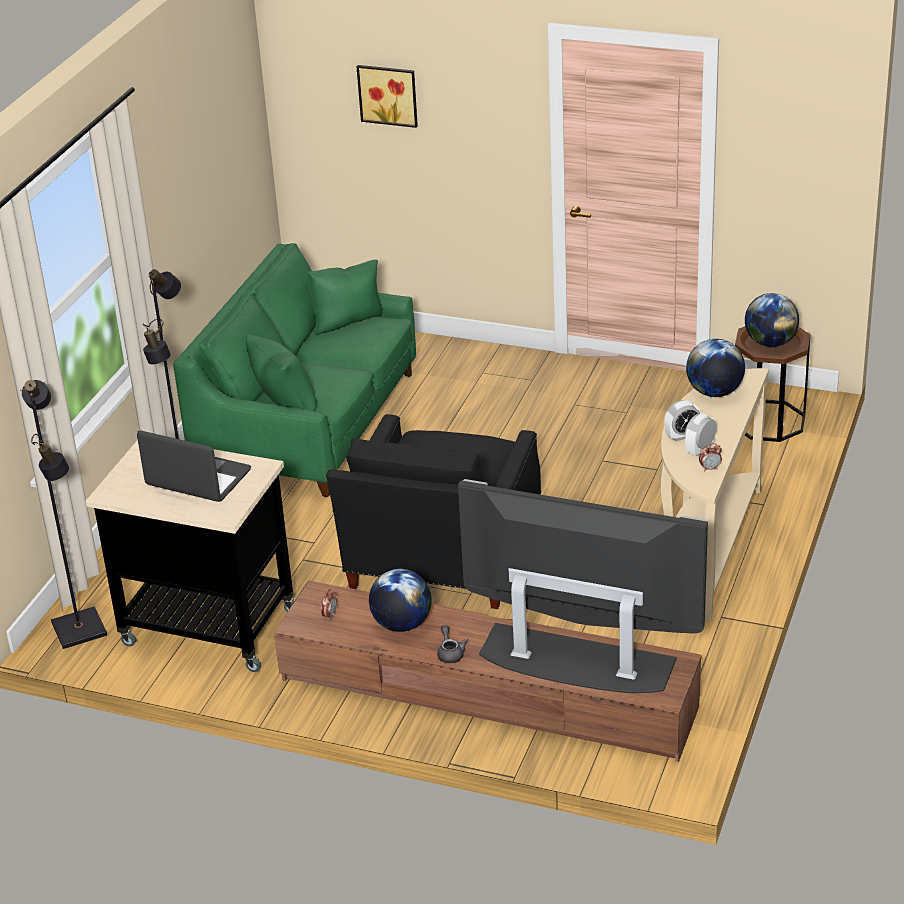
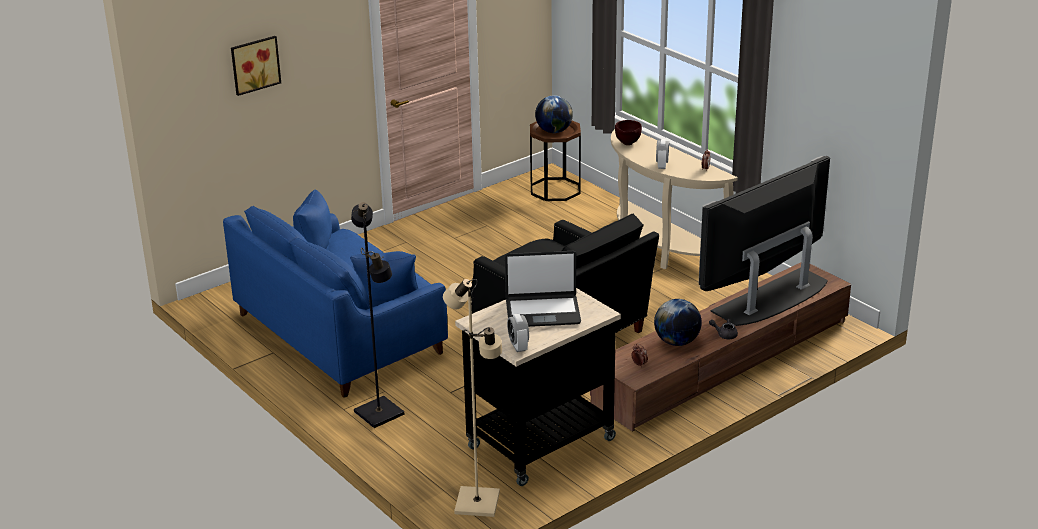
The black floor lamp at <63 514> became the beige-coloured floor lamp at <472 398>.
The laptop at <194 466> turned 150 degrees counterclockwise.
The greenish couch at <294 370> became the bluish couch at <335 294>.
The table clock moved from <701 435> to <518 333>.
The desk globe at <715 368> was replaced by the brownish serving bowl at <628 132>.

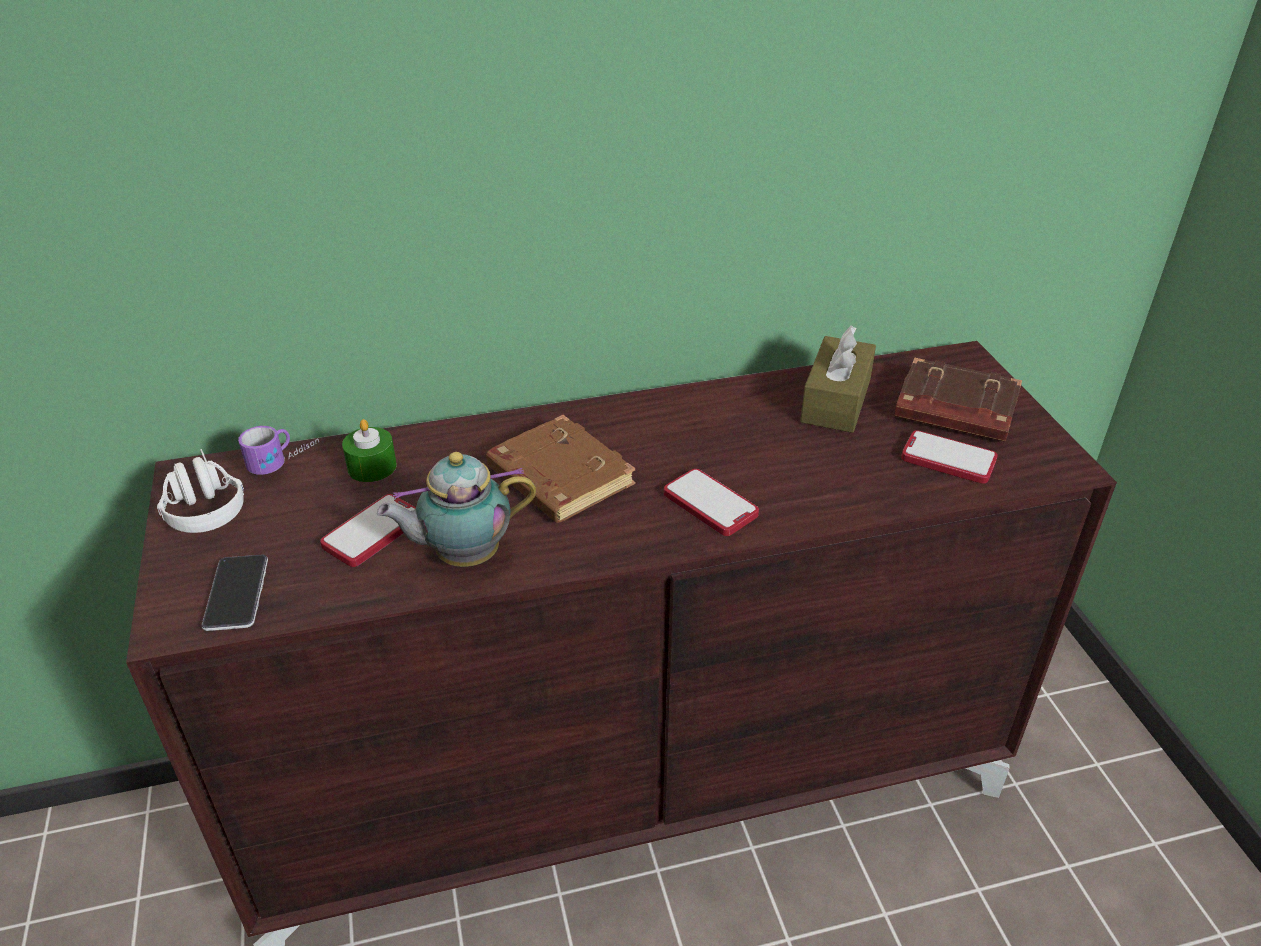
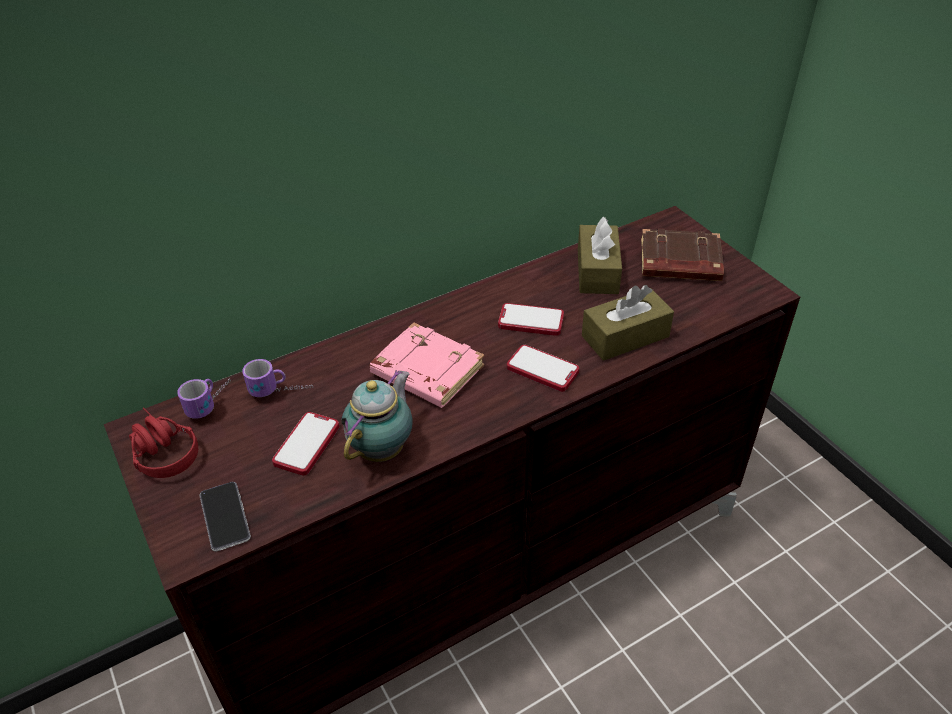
The whitish headset at <200 491> became the red-coloured headset at <163 442>.
The greenish wax candle at <369 450> was replaced by the mug at <277 378>.
The tea pot at <456 509> turned 150 degrees clockwise.
The brownish volume at <560 469> became the pinkish volume at <427 365>.
The phone moved from <949 457> to <531 319>.
The brownish tissue holder at <628 323> appeared.

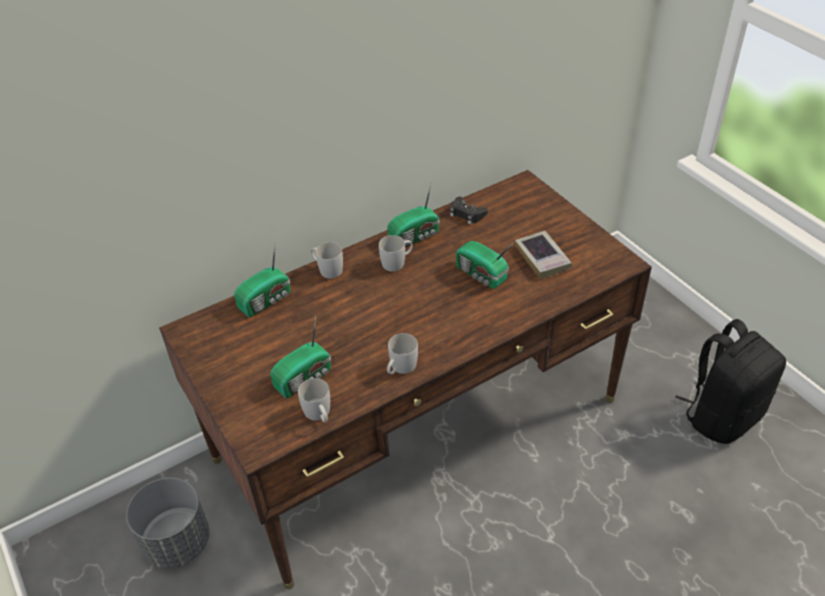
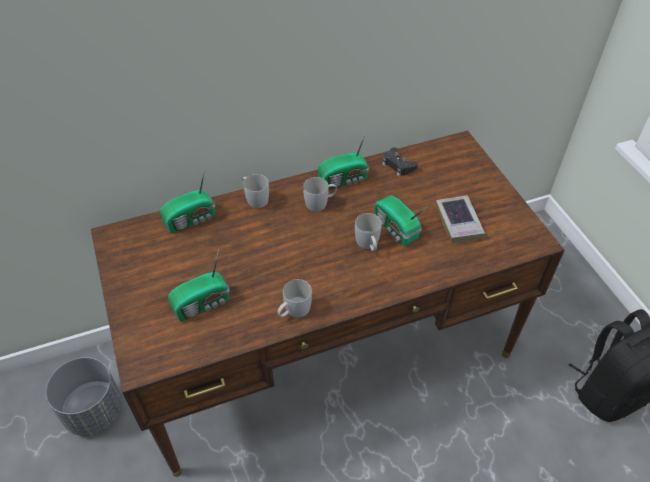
The whitish mug moved from <314 400> to <368 232>.

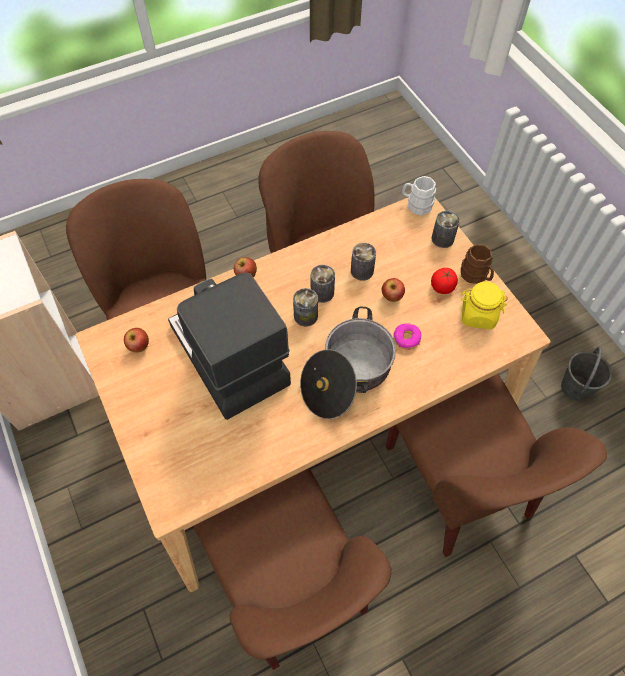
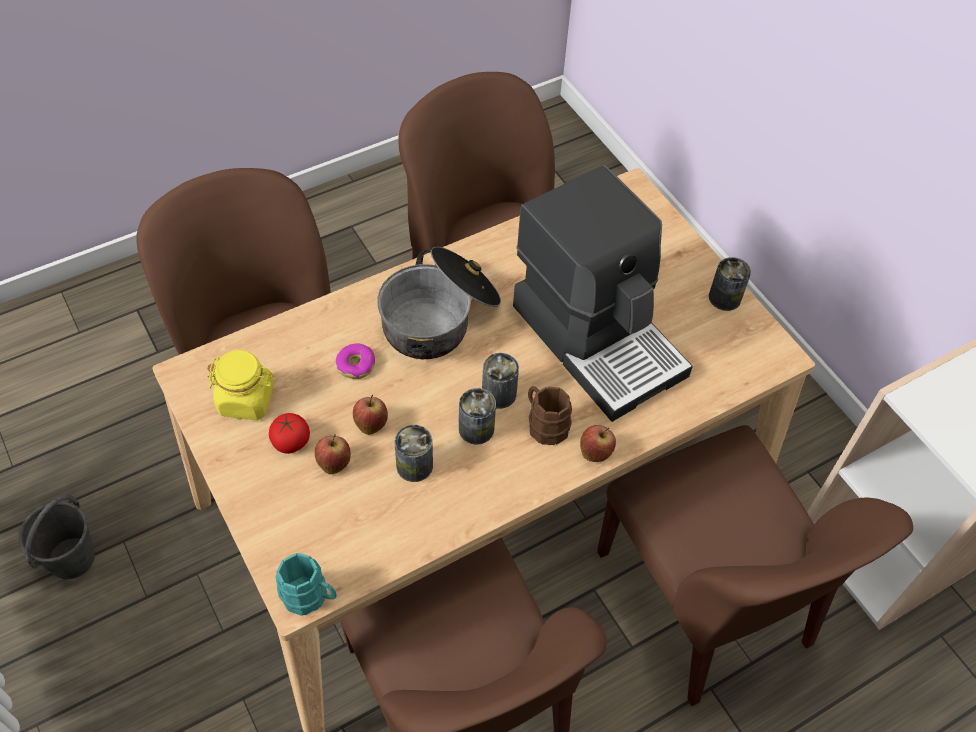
The apple moved from <136 340> to <333 454>.
The whitish mug at <419 196> became the blue-green mug at <306 584>.
The can moved from <446 229> to <730 284>.
The brownish mug moved from <477 264> to <550 415>.

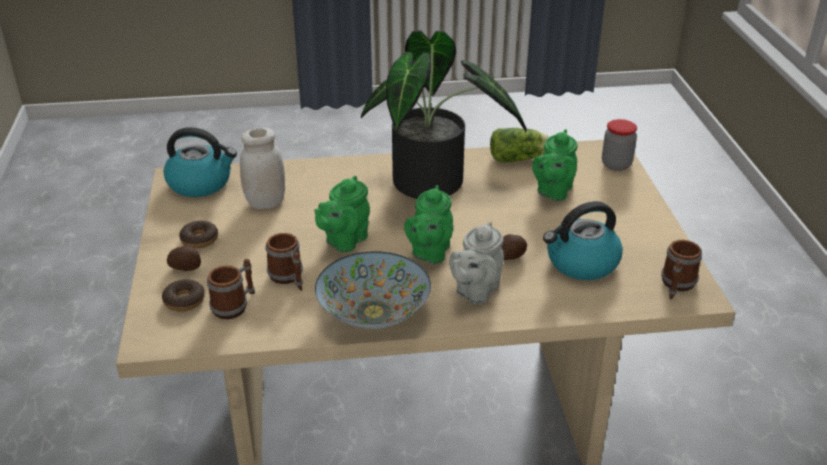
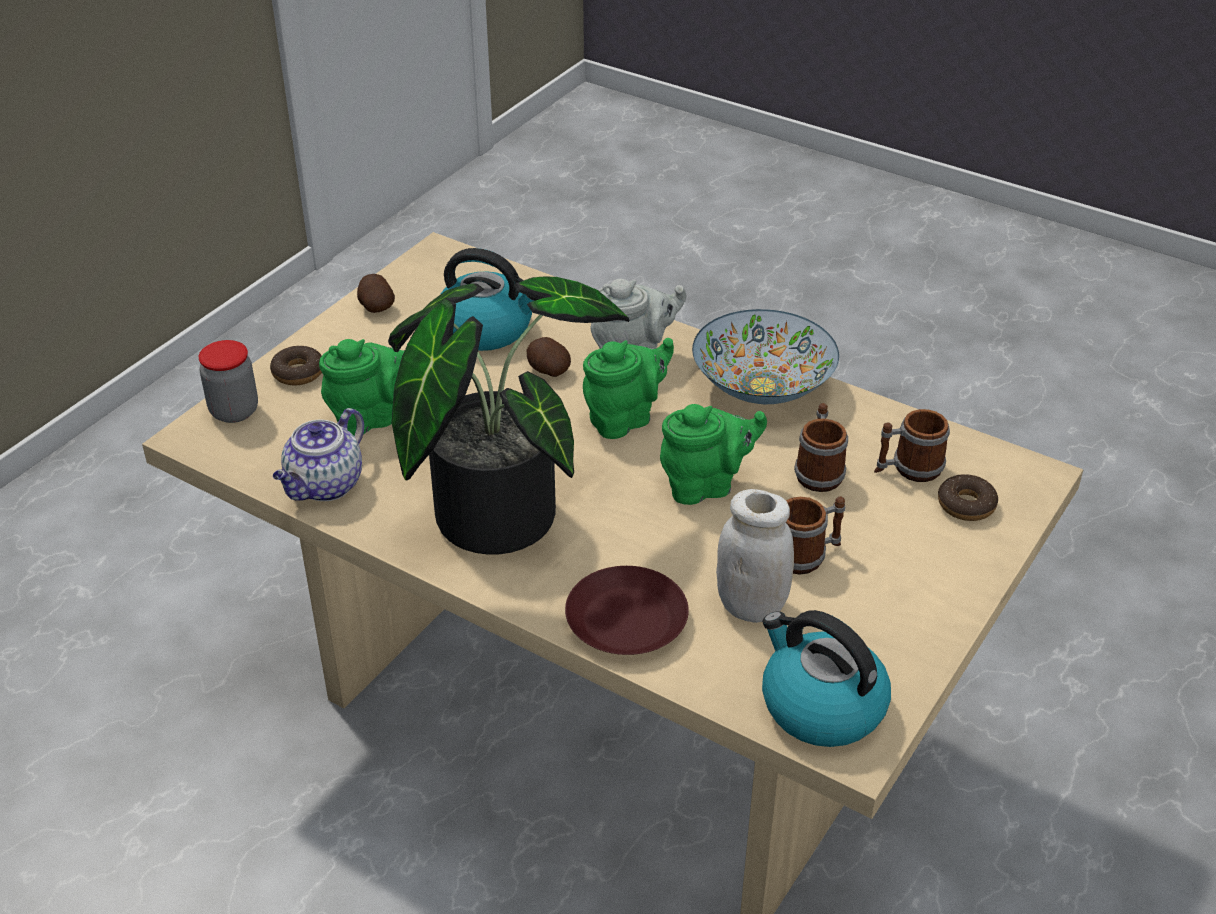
The potato moved from <184 258> to <376 293>.
The donut moved from <198 234> to <296 365>.
The head of lettuce at <519 145> was replaced by the tea pot at <318 454>.
The mug moved from <681 270> to <815 536>.
The brownish dinner plate at <627 610> appeared.

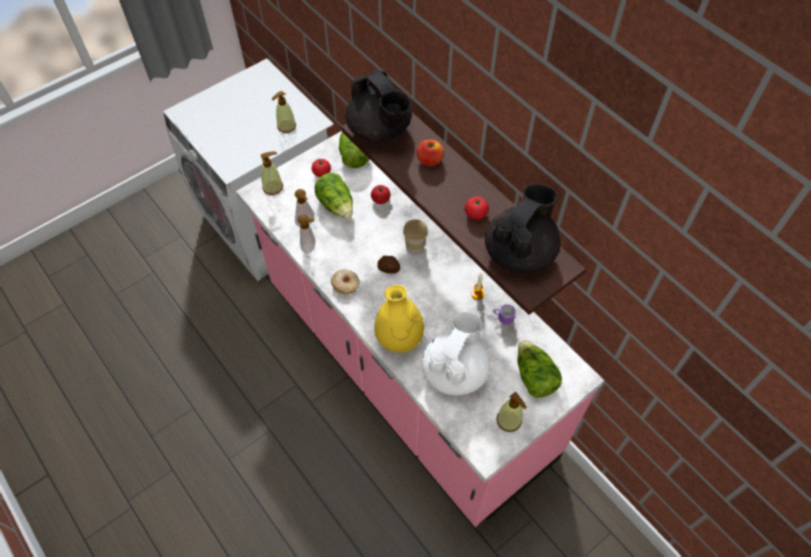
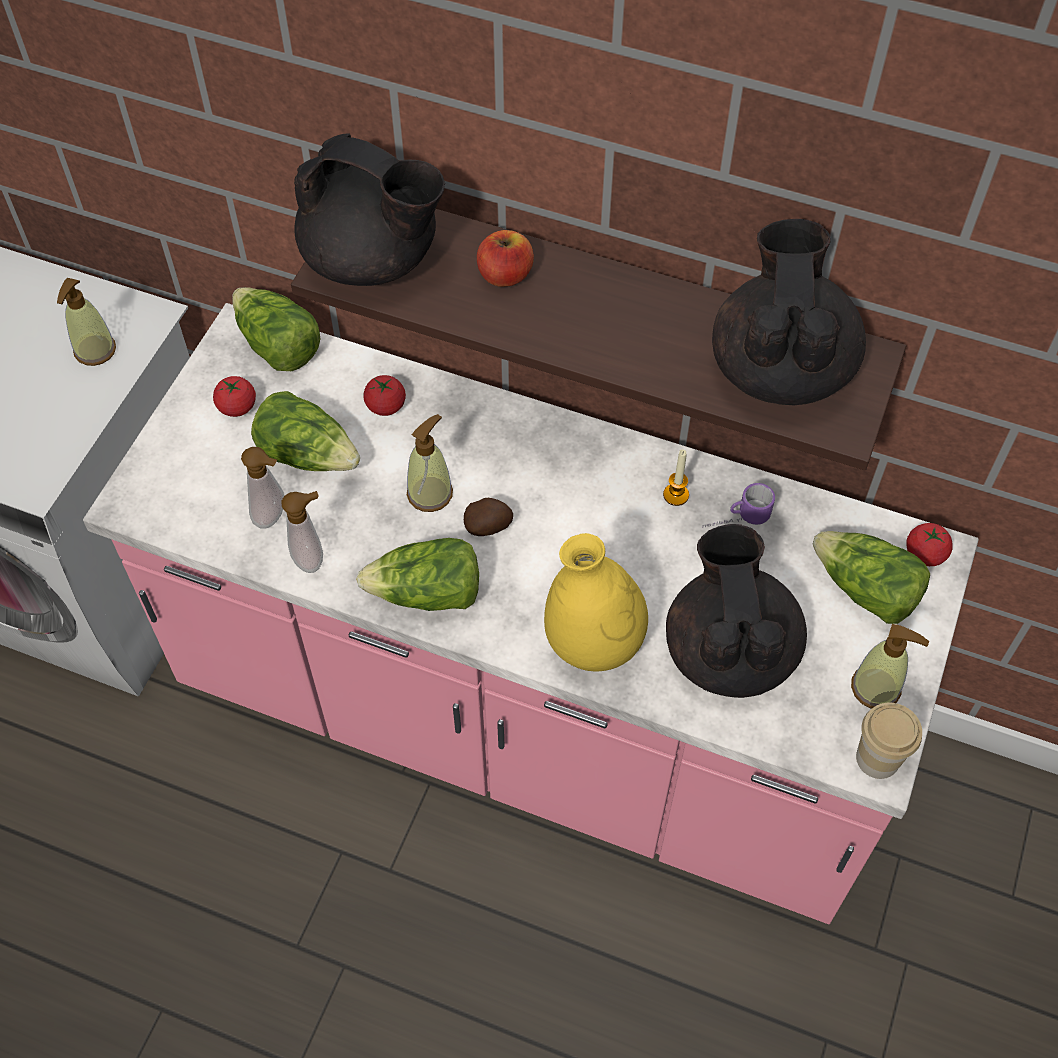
The soap dispenser moved from <272 173> to <430 463>.
The donut at <345 282> was replaced by the head of lettuce at <417 574>.
The drinking cup moved from <415 237> to <889 741>.
The whitish tea pot at <456 353> became the black tea pot at <736 611>.
The whole tomato moved from <477 208> to <930 544>.

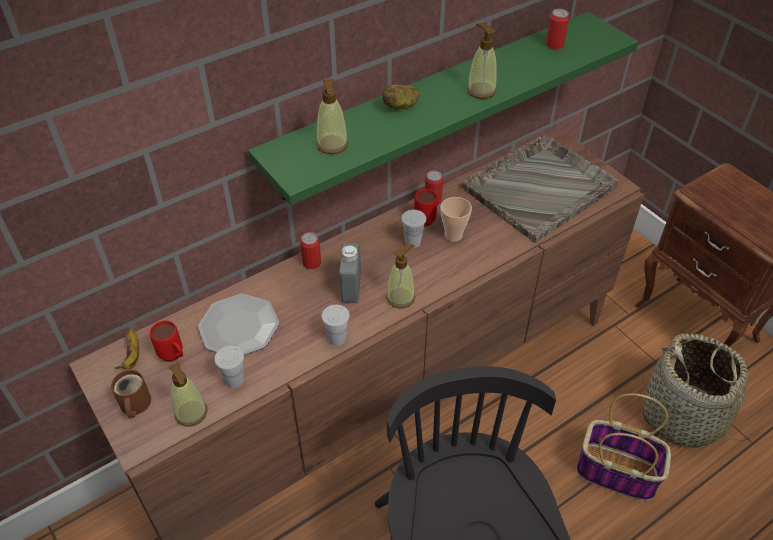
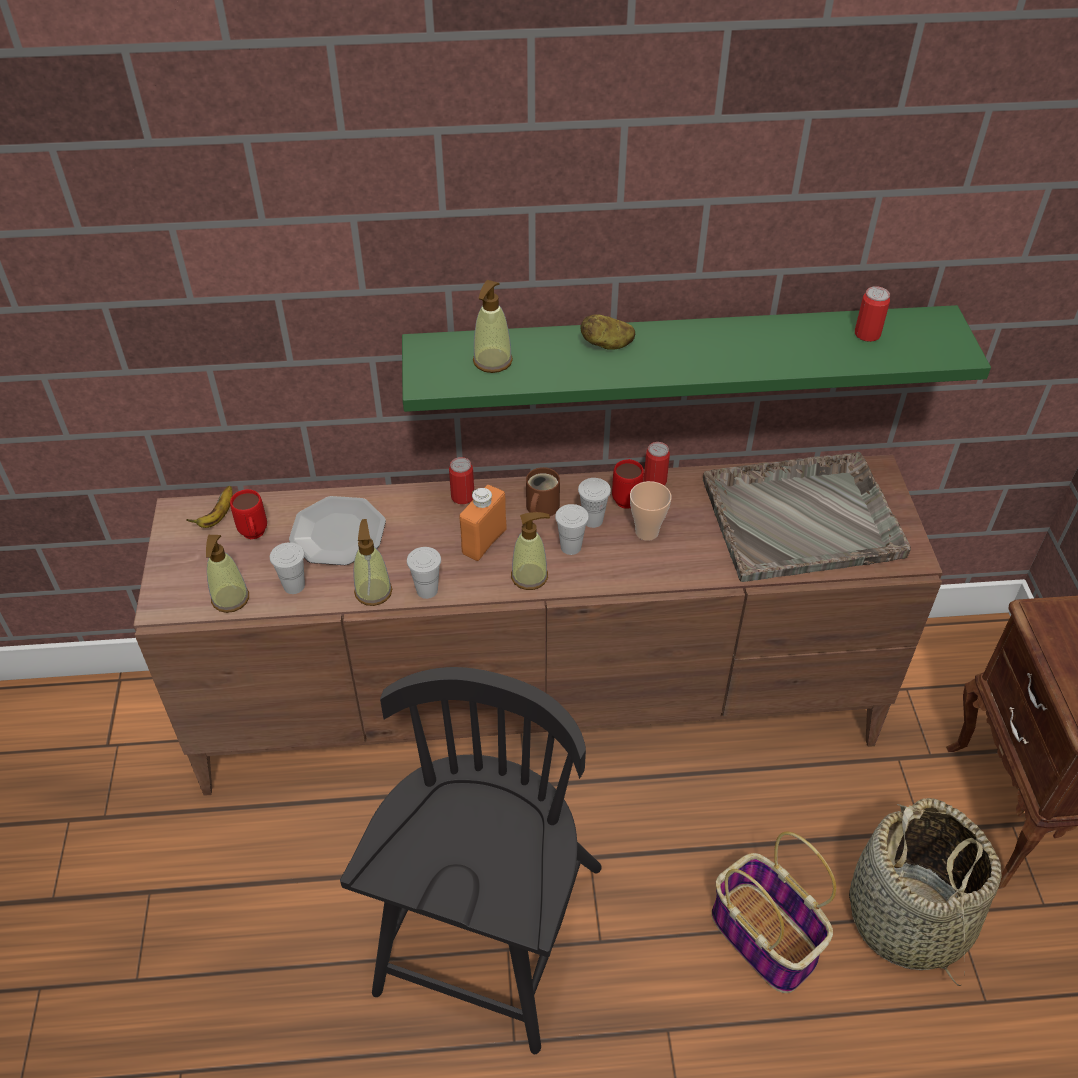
The brownish mug moved from <131 394> to <543 491>.
The gray drink bottle at <350 273> became the orange drink bottle at <483 523>.
The soap dispenser moved from <482 61> to <373 562>.
The whitish drinking cup at <572 529> appeared.

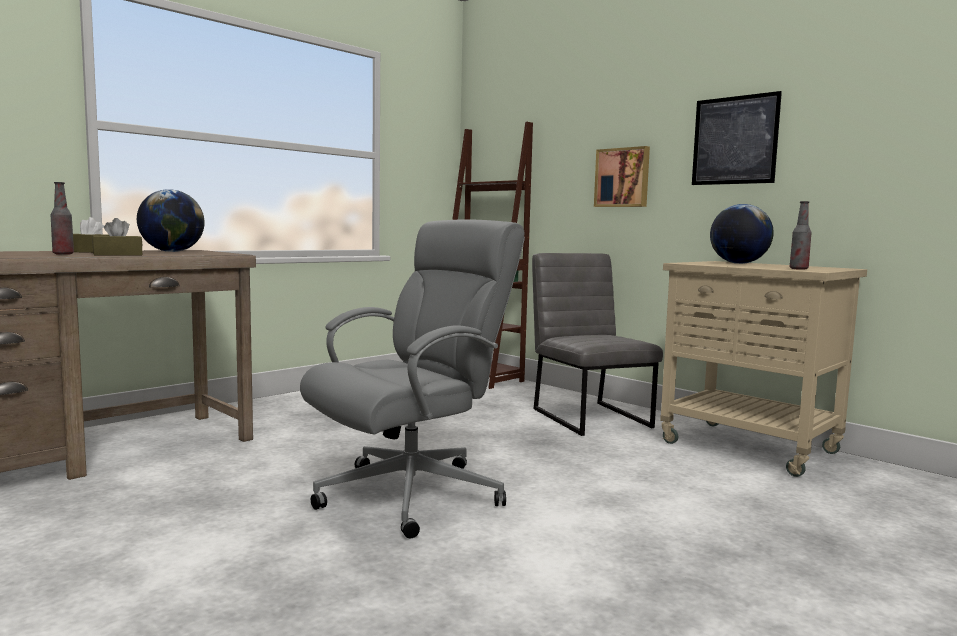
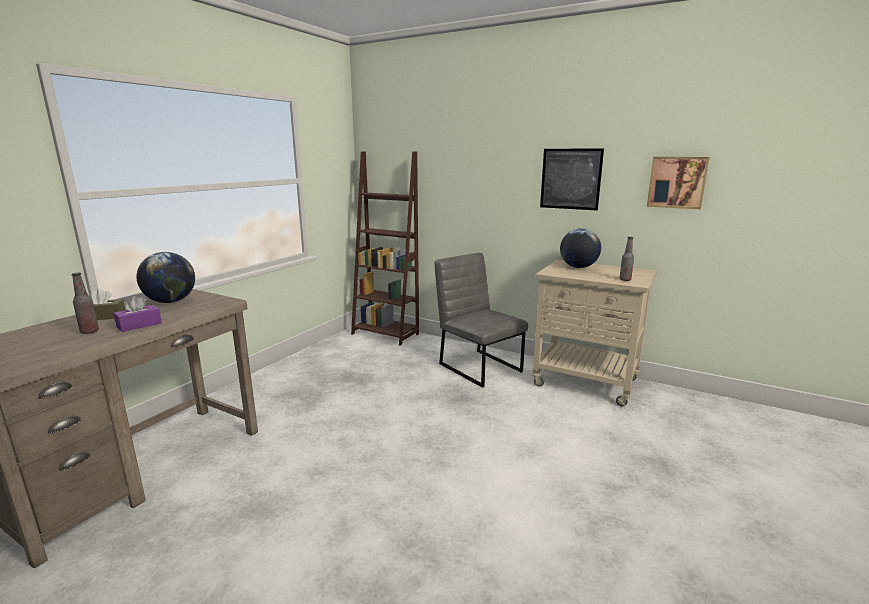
The brownish tissue holder at <117 237> became the purple-coloured tissue holder at <138 314>.
The gray office chair at <412 378> disappeared.
The picture moved from <622 176> to <678 183>.

